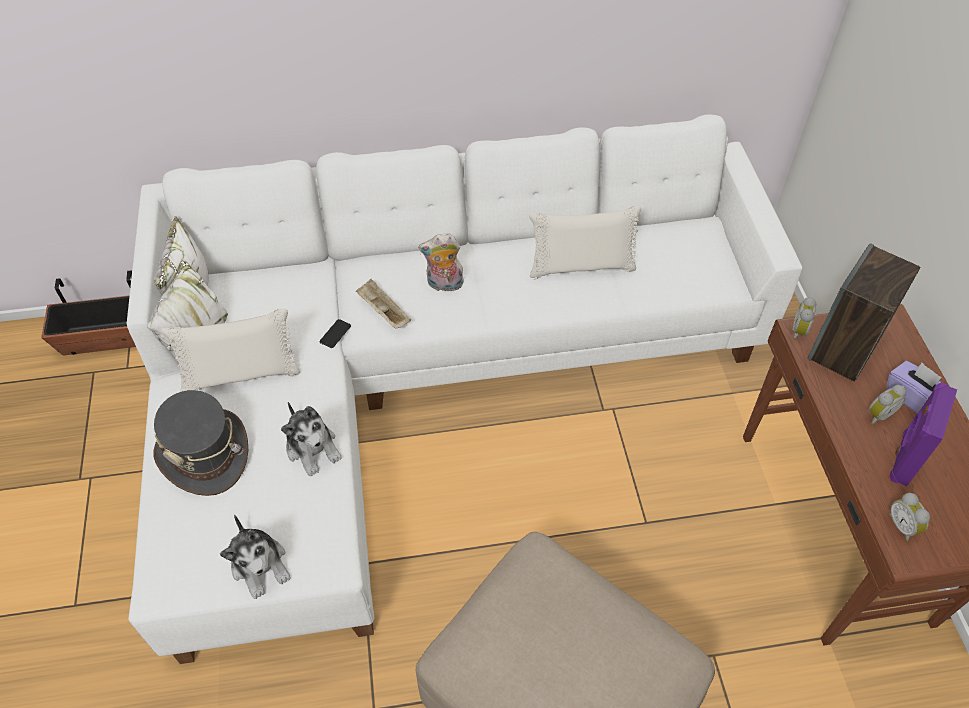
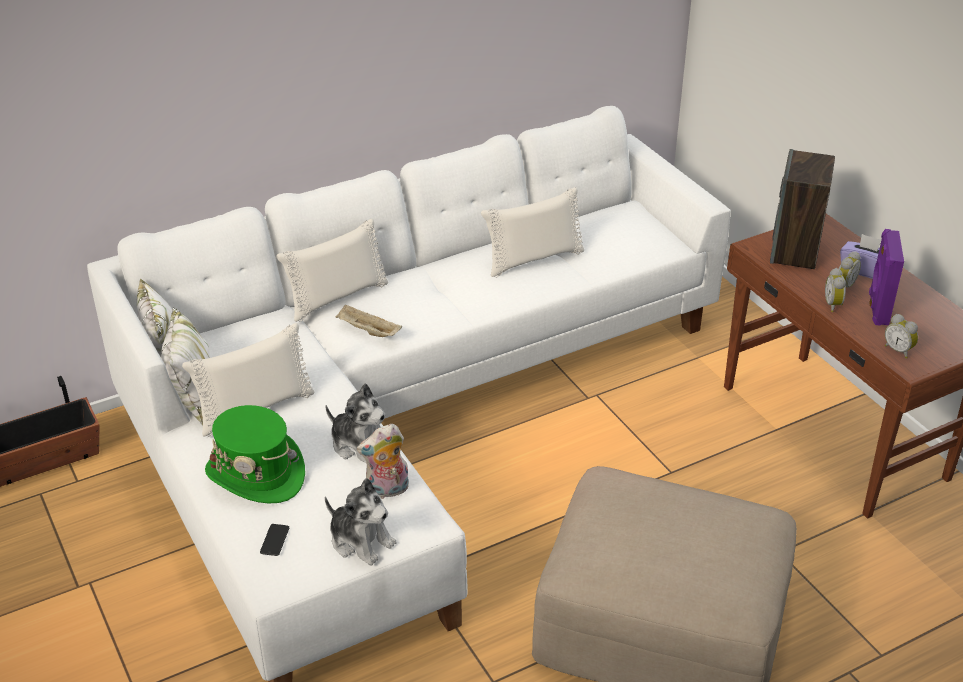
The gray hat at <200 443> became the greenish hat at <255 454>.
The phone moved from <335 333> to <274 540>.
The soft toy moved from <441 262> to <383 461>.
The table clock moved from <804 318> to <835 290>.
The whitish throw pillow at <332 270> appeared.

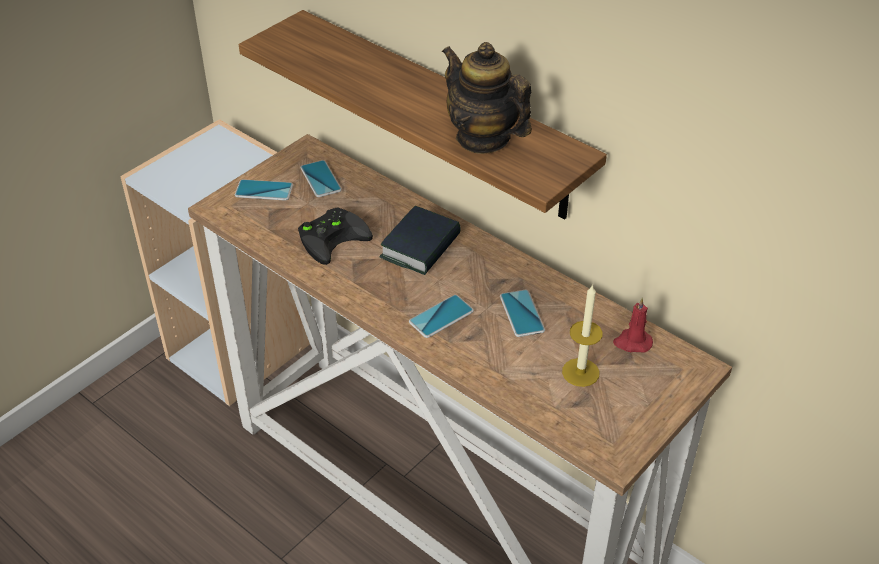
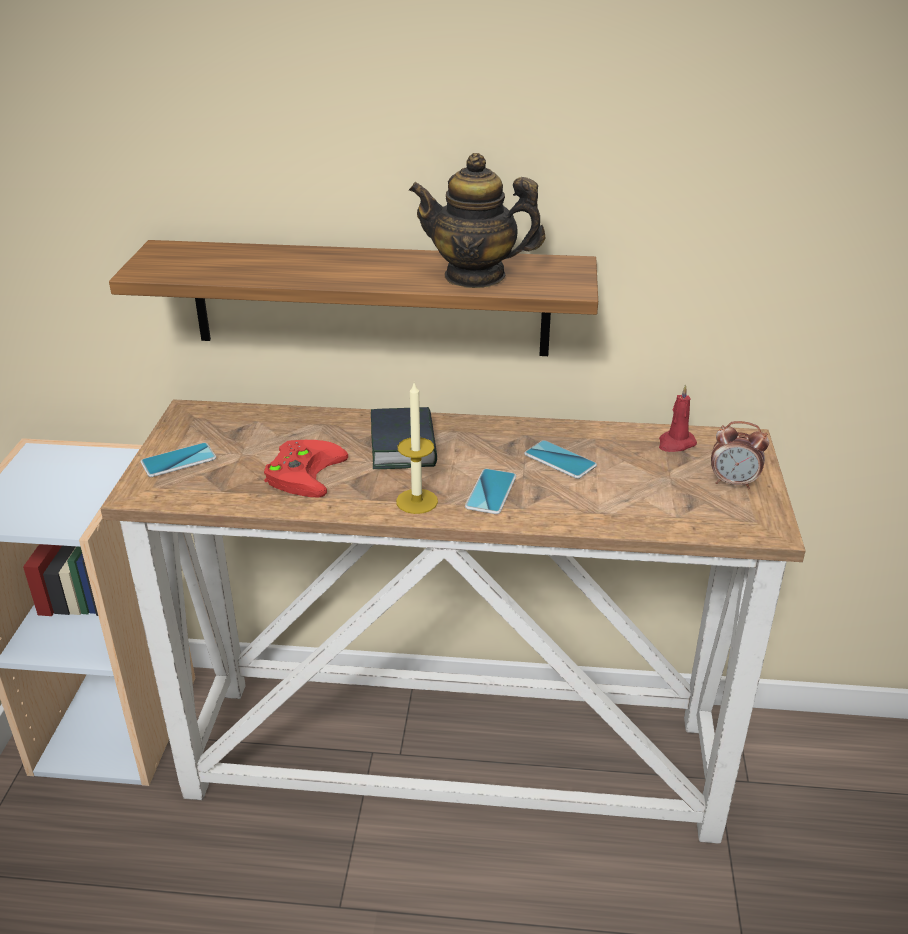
The black game controller at <335 236> became the red-coloured game controller at <306 468>.
The phone at <321 178> disappeared.
The wax candle moved from <582 335> to <417 448>.
The table clock at <740 455> appeared.

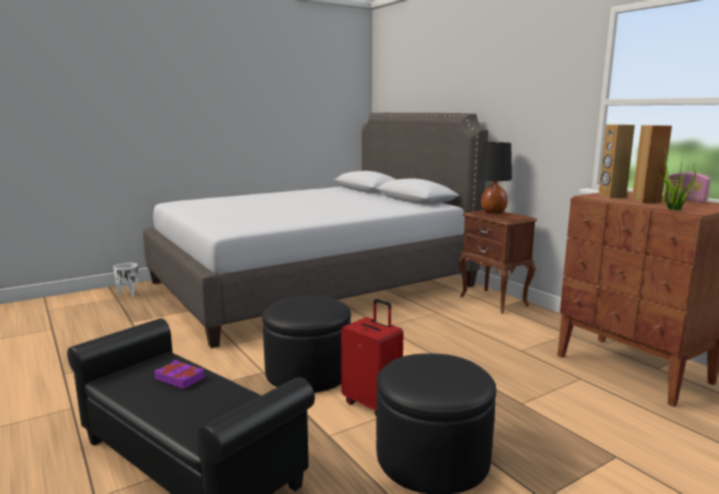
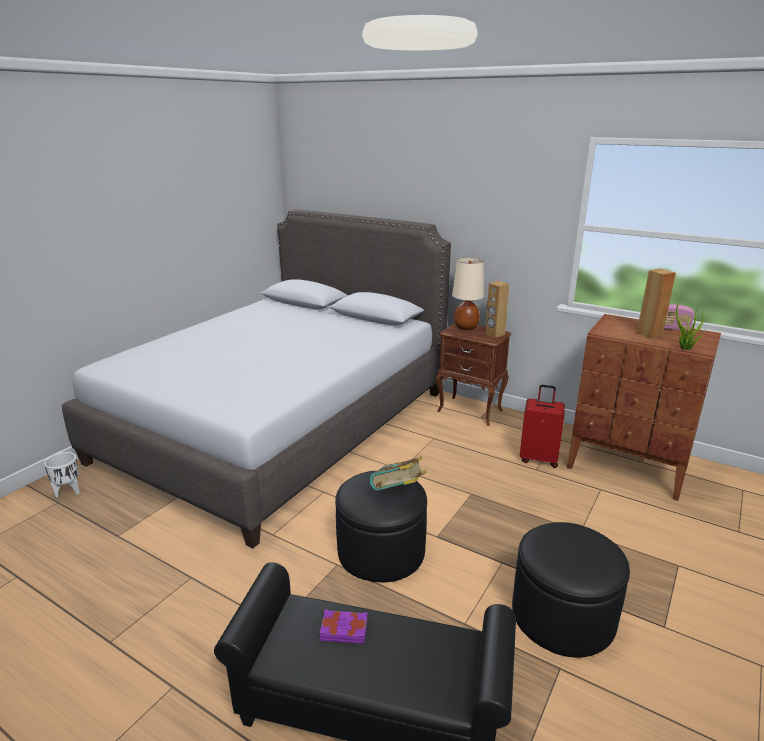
The red-coloured piece of luggage moved from <372 357> to <542 426>.
The black tabletop lamp at <495 177> became the beige-coloured tabletop lamp at <468 293>.
The brownish audio speaker moved from <616 161> to <497 309>.
The volume at <398 473> appeared.

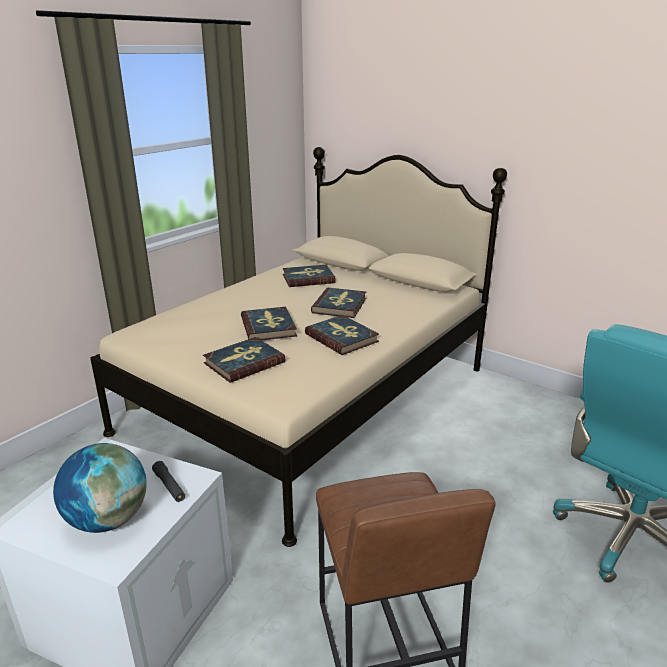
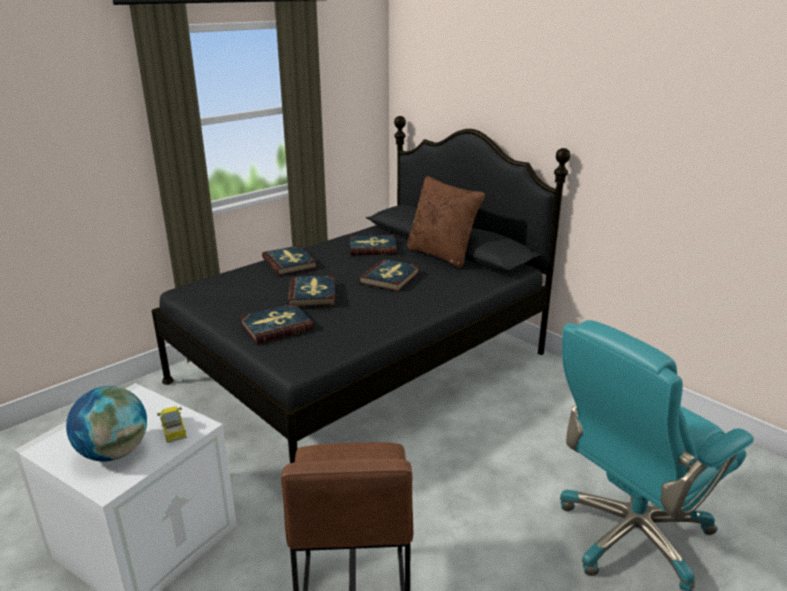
The beige-coloured sleeping bed at <298 347> became the black sleeping bed at <361 289>.
The black torch at <168 481> was replaced by the model truck at <172 424>.
The volume moved from <342 335> to <289 260>.
The brownish throw pillow at <446 222> appeared.

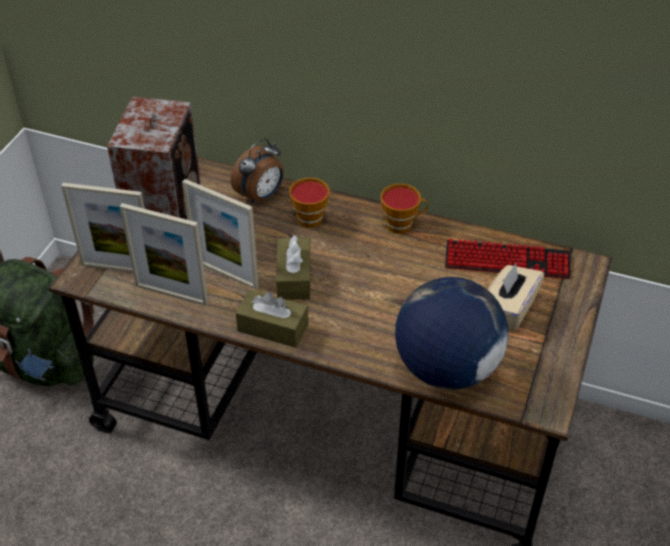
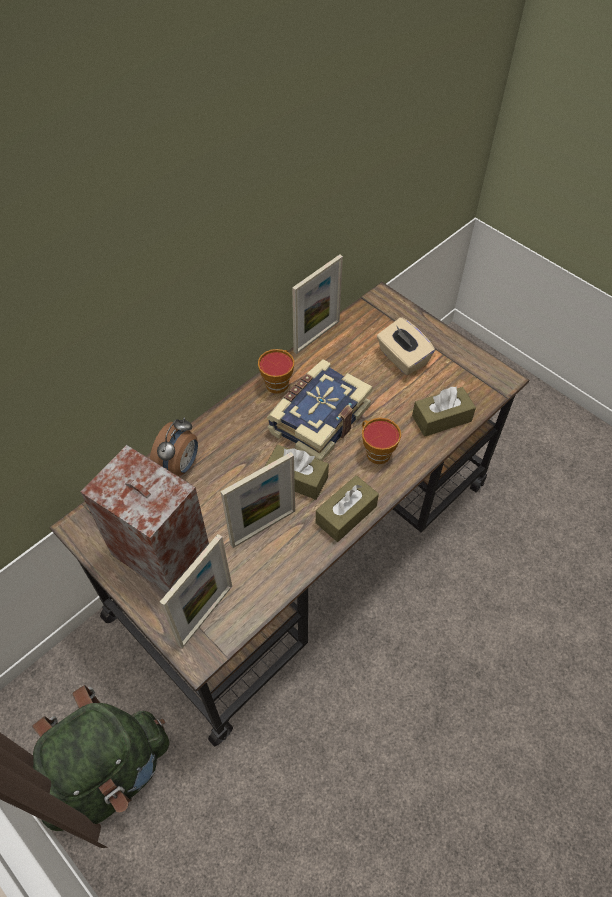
The picture frame moved from <163 254> to <317 304>.
The table clock at <257 171> turned 45 degrees clockwise.
The drinking cup moved from <309 203> to <381 441>.
The desk globe at <451 333> was replaced by the brownish tissue holder at <444 411>.
The PC keyboard at <508 259> disappeared.
The volume at <320 410> appeared.

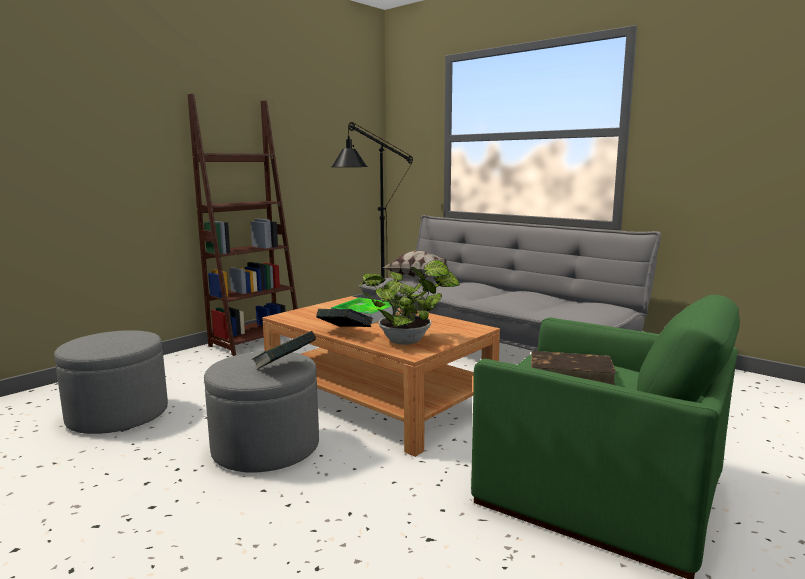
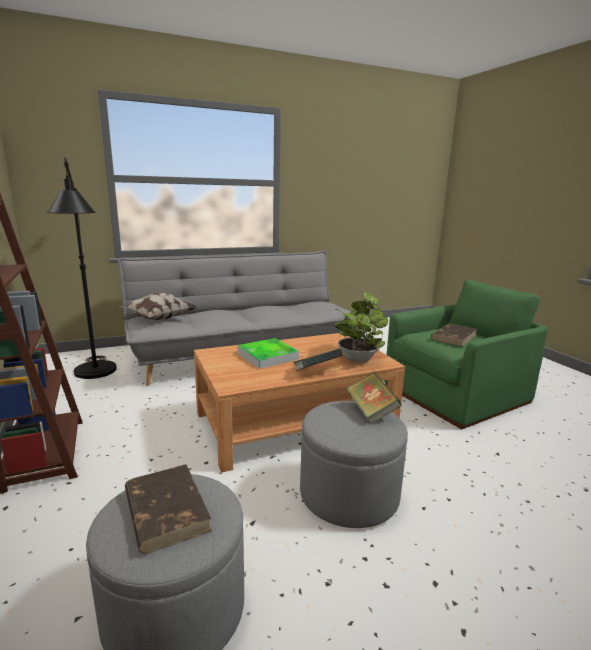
The brownish volume at <168 509> appeared.

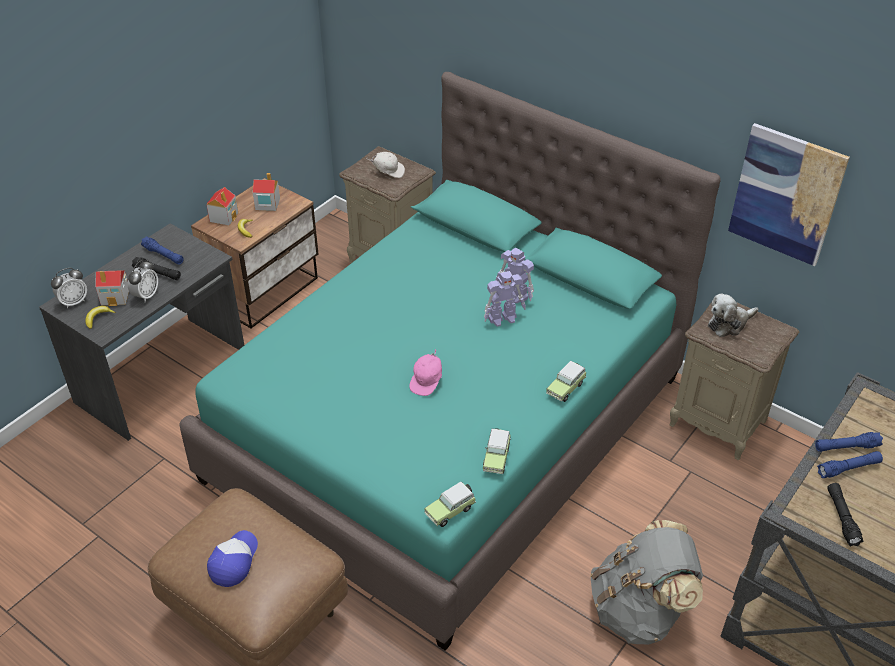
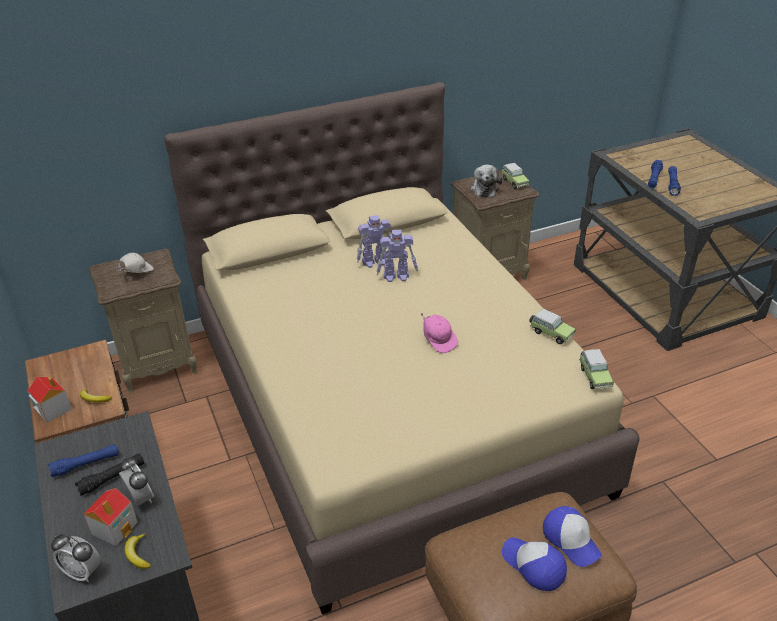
The table clock at <69 288> turned 120 degrees clockwise.
The blue-green sleeping bed at <450 361> became the beige-coloured sleeping bed at <402 348>.
The miniature house at <266 192> disappeared.
The robot figure at <505 299> turned 75 degrees clockwise.
The model car moved from <566 381> to <515 176>.
The gray rucksack at <646 582> disappeared.
The picture at <789 194> disappeared.
The black torch at <845 515> disappeared.
The baseball cap at <572 536> appeared.

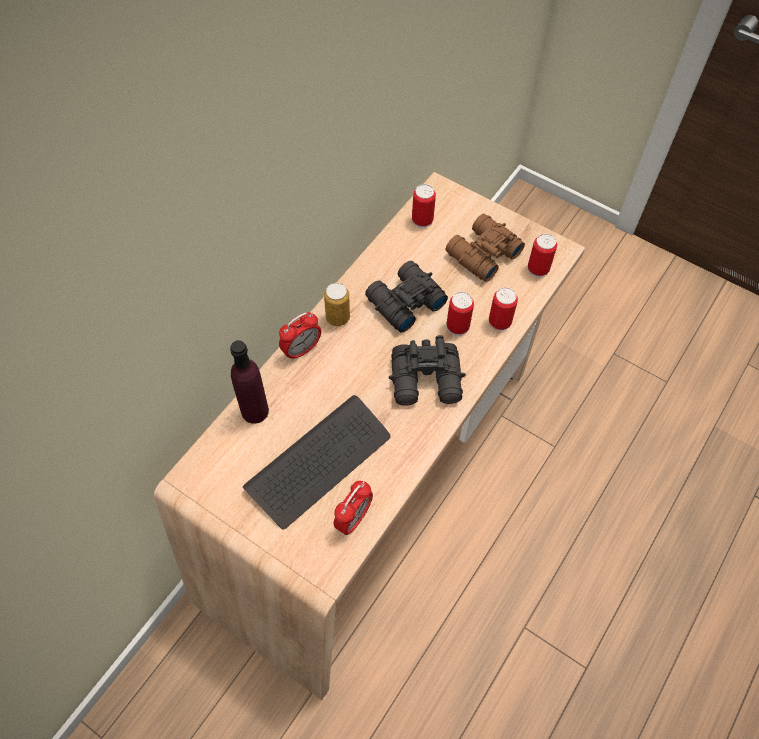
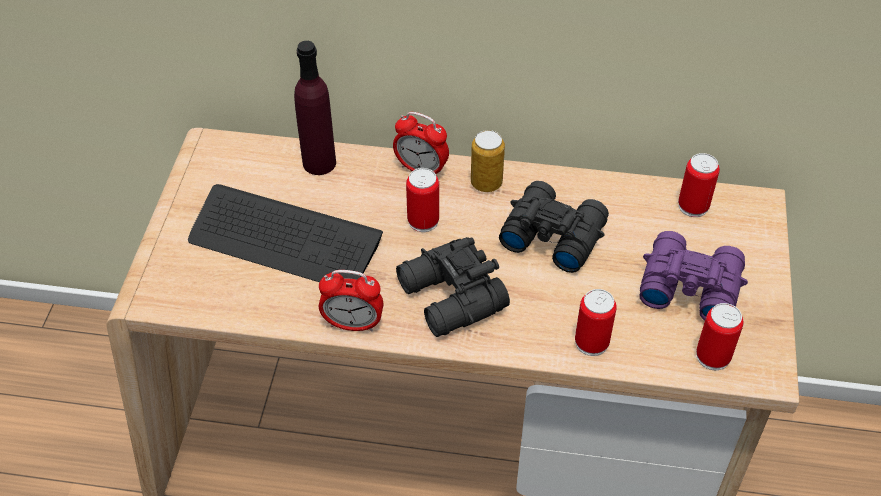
The table clock moved from <353 508> to <351 301>.
The brownish pair of binoculars at <485 248> became the purple-coloured pair of binoculars at <693 276>.
The can moved from <460 314> to <422 200>.

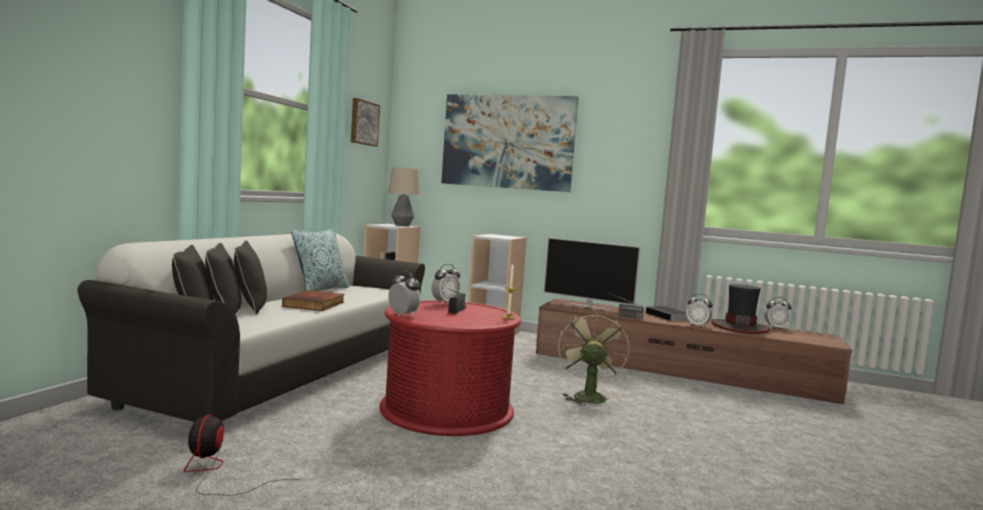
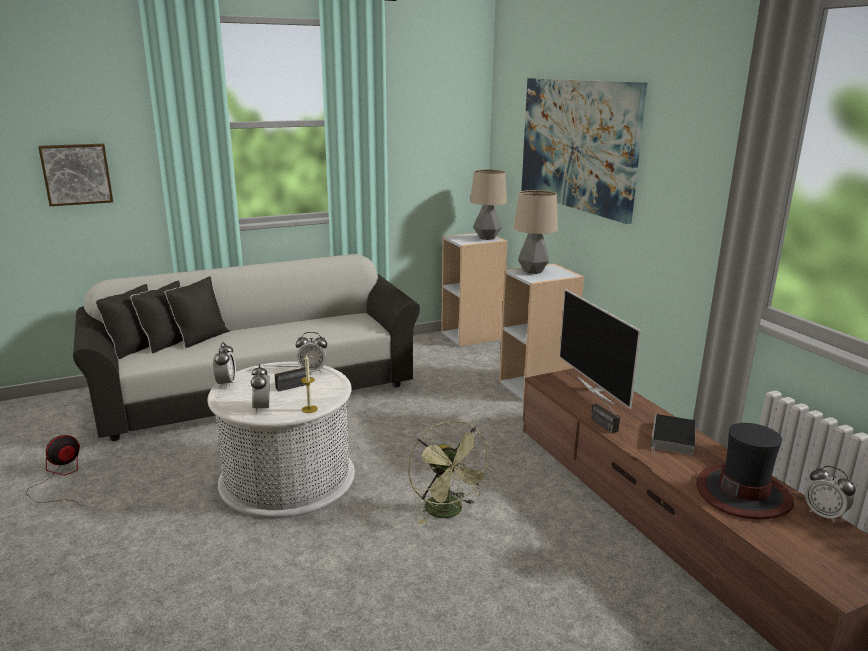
The volume at <313 300> disappeared.
The throw pillow at <320 259> disappeared.
The picture moved from <365 122> to <75 175>.
The red-coloured low table at <450 368> became the whitish low table at <281 440>.
The greenish fan at <593 358> turned 105 degrees clockwise.
The table clock moved from <699 311> to <260 388>.
The tabletop lamp at <536 232> appeared.

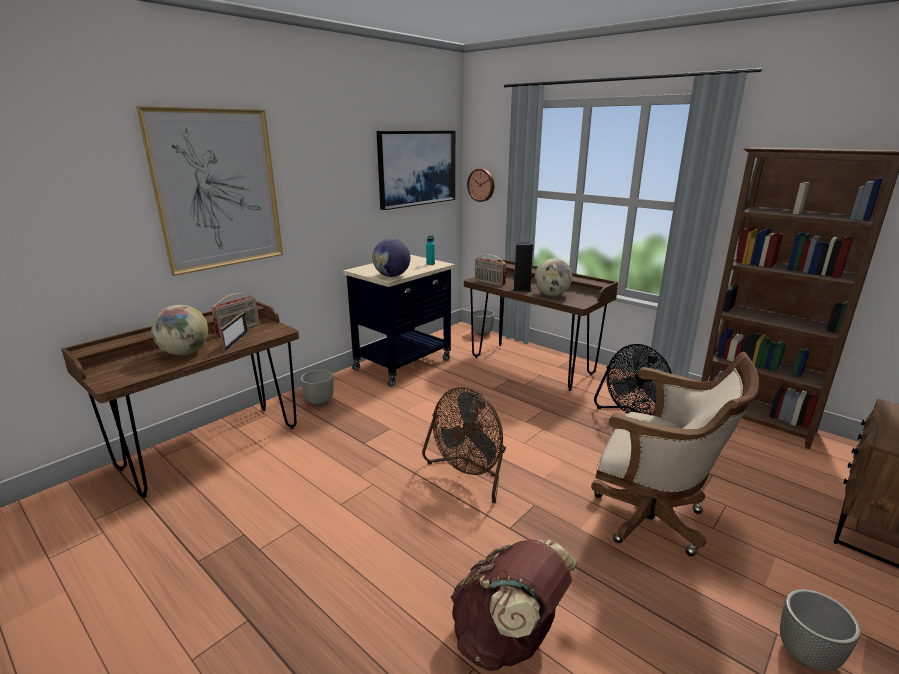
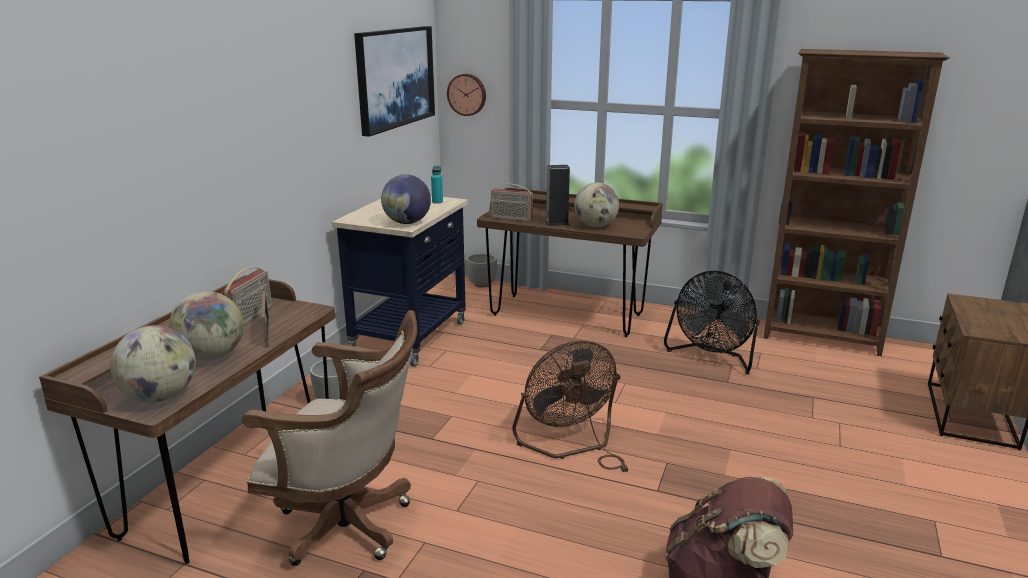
The picture at <209 191> disappeared.
The brownish fan at <464 445> turned 135 degrees clockwise.
The office chair moved from <675 454> to <330 438>.
The gray planter at <820 630> disappeared.
The desk globe at <153 364> appeared.

